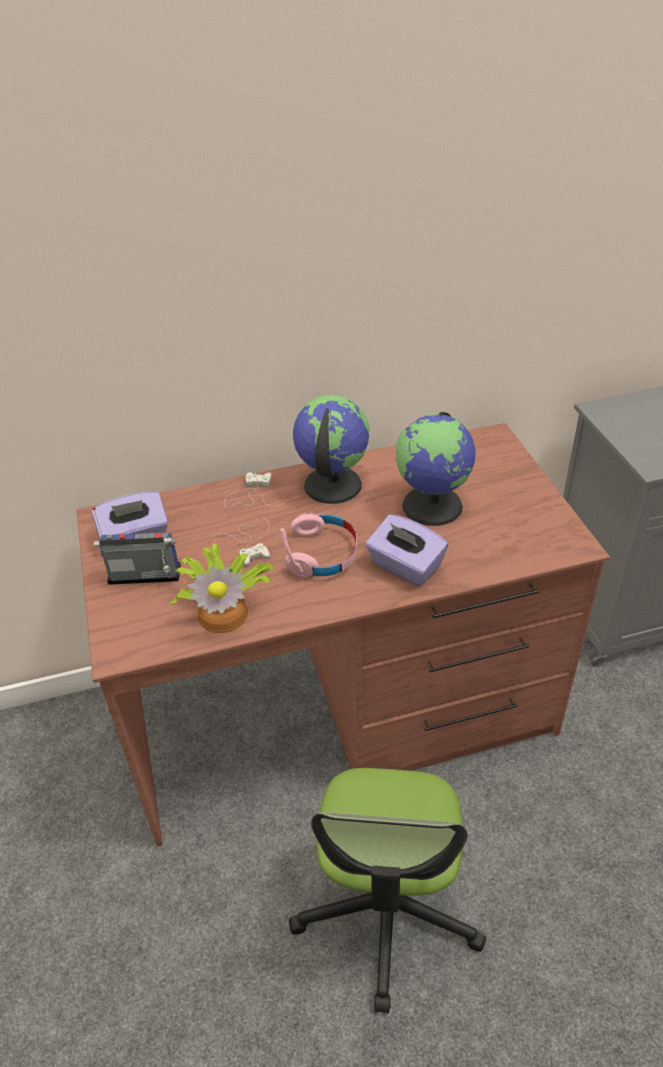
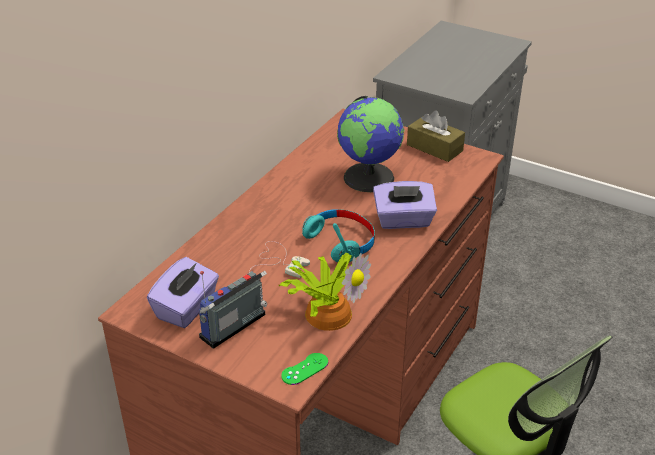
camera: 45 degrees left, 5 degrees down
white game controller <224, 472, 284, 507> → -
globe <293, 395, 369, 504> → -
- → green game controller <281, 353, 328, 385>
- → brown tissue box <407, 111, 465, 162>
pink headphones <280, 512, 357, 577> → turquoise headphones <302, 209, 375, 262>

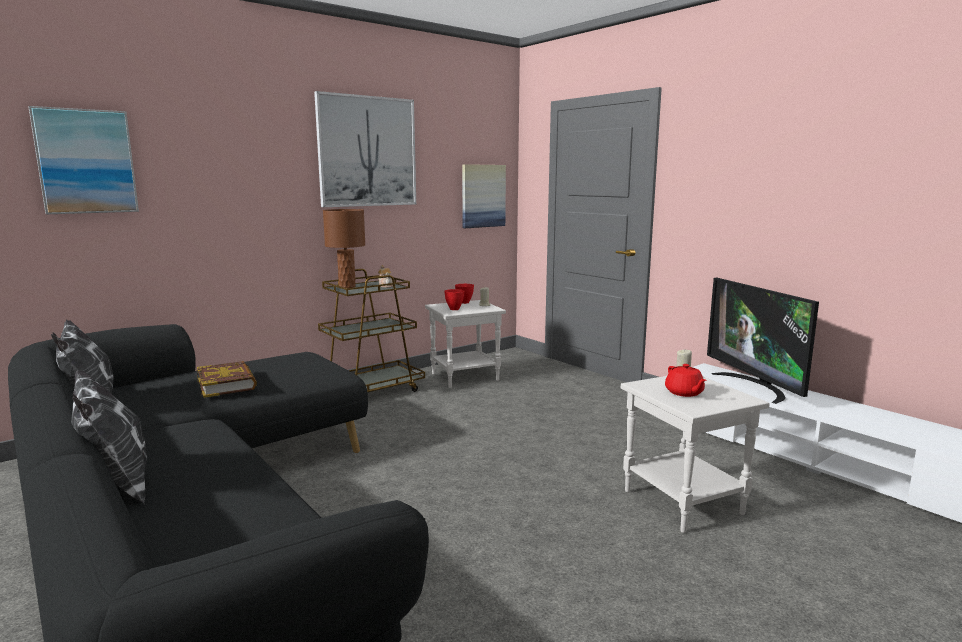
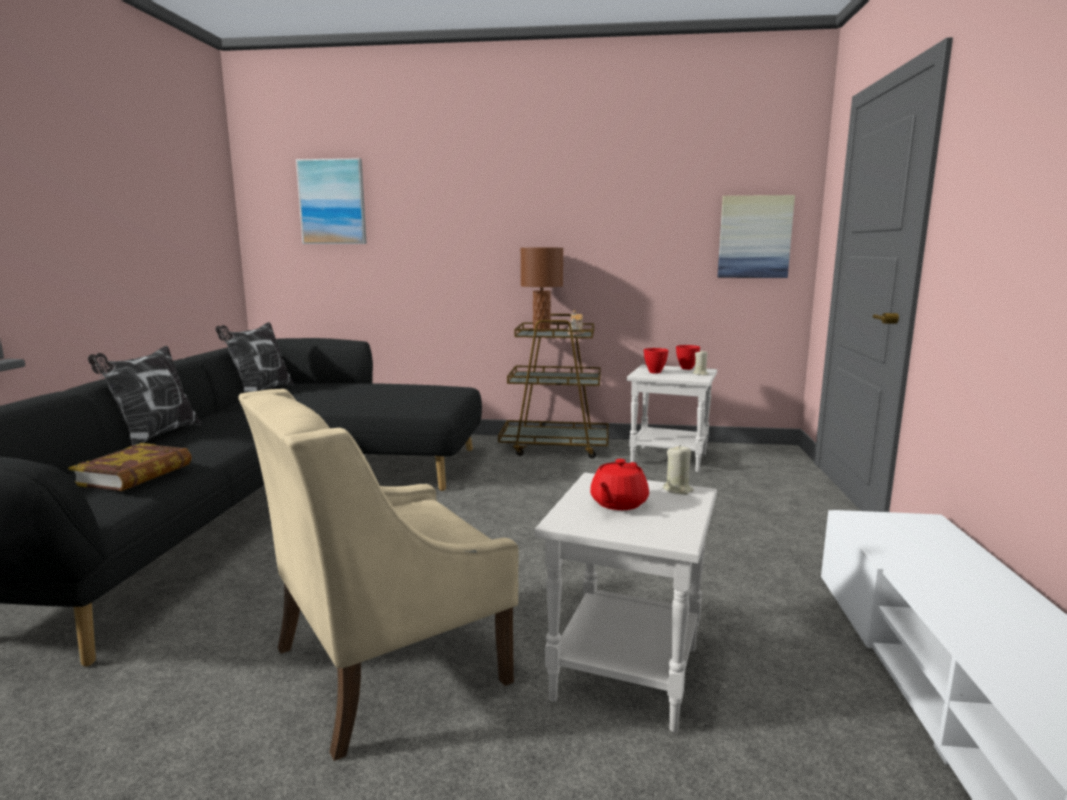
camera: 45 degrees right, 0 degrees up
picture <314, 91, 416, 207> → -
television <707, 278, 819, 404> → -
- → beige armchair <239, 389, 519, 761>
book <197, 361, 257, 398> → book <68, 443, 192, 491>, shifted

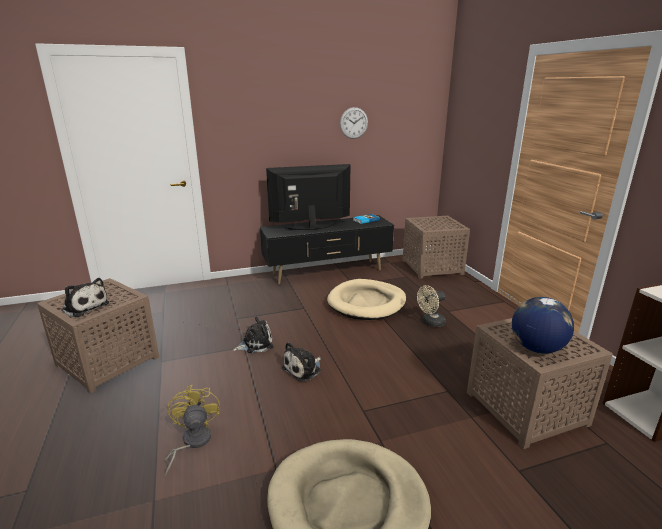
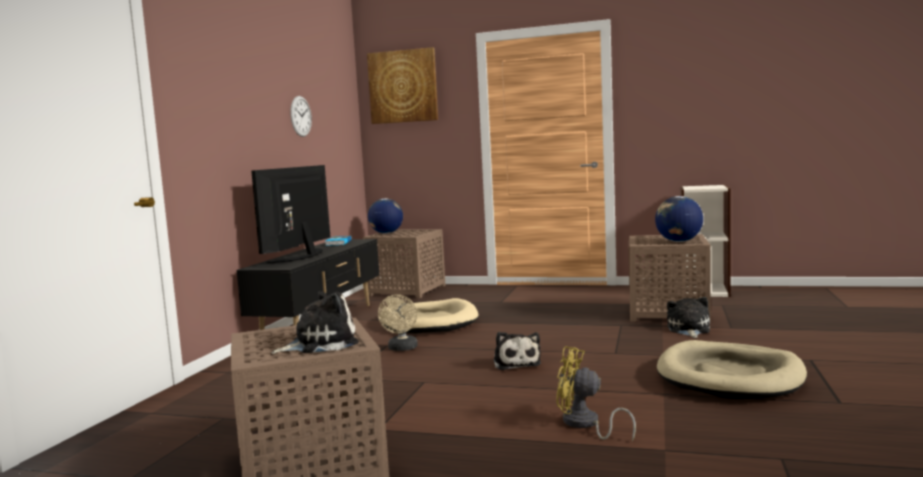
camera: 55 degrees left, 15 degrees down
- → picture <367, 47, 438, 124>
- → globe <368, 198, 403, 234>
plush toy <232, 317, 274, 353> → plush toy <667, 297, 710, 338>, shifted
beige fan <417, 285, 446, 327> → beige fan <378, 294, 418, 351>, shifted

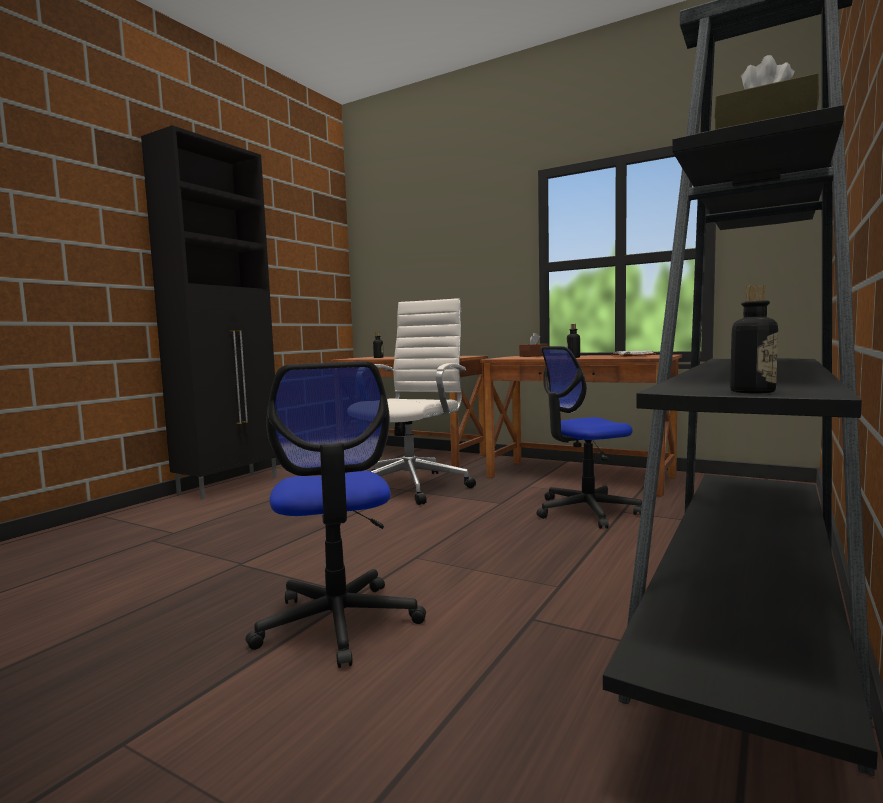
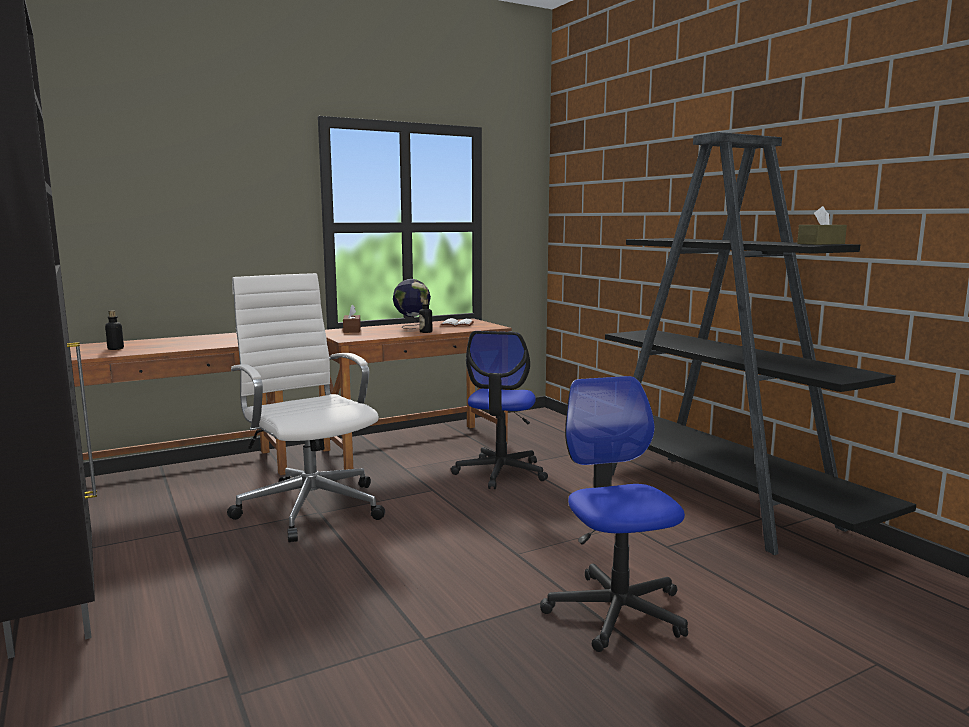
camera: 60 degrees left, 5 degrees up
bottle <730, 285, 778, 393> → -
- → globe <393, 279, 431, 329>
office chair <245, 361, 426, 668> → office chair <540, 376, 688, 652>, 120 degrees counterclockwise

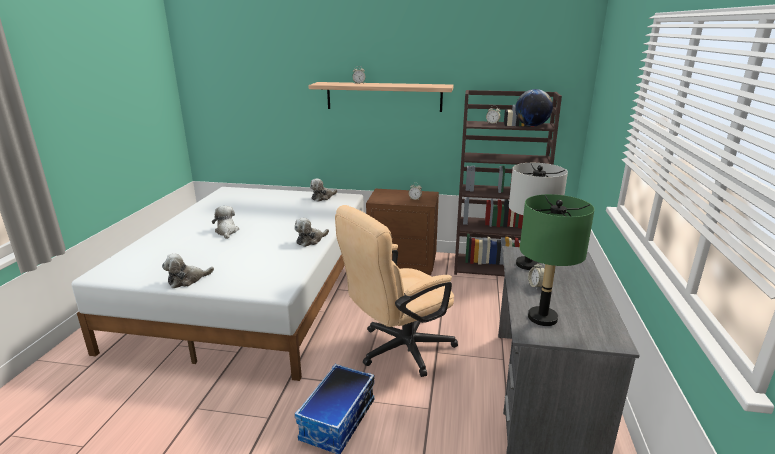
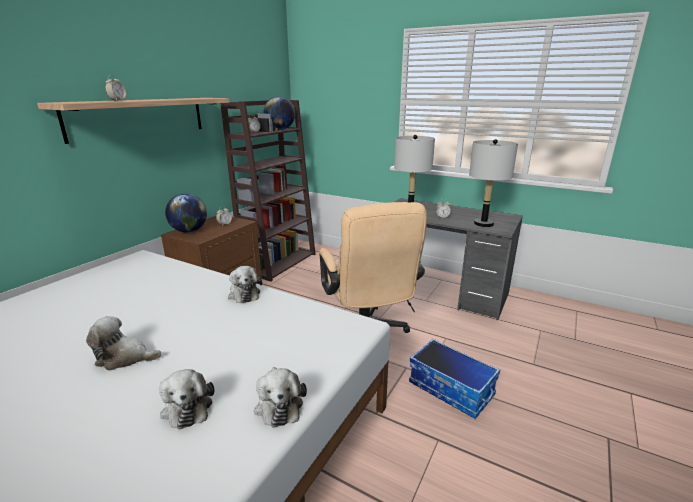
camera: 70 degrees left, 0 degrees up
- → globe <165, 193, 207, 233>
plush toy <310, 178, 337, 202> → plush toy <159, 369, 214, 429>, shifted
green table lamp <520, 194, 595, 326> → grey table lamp <469, 139, 518, 227>

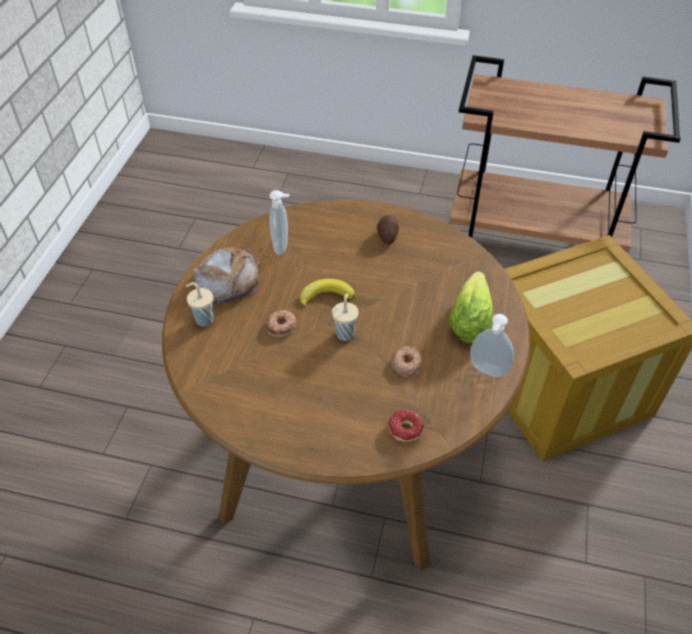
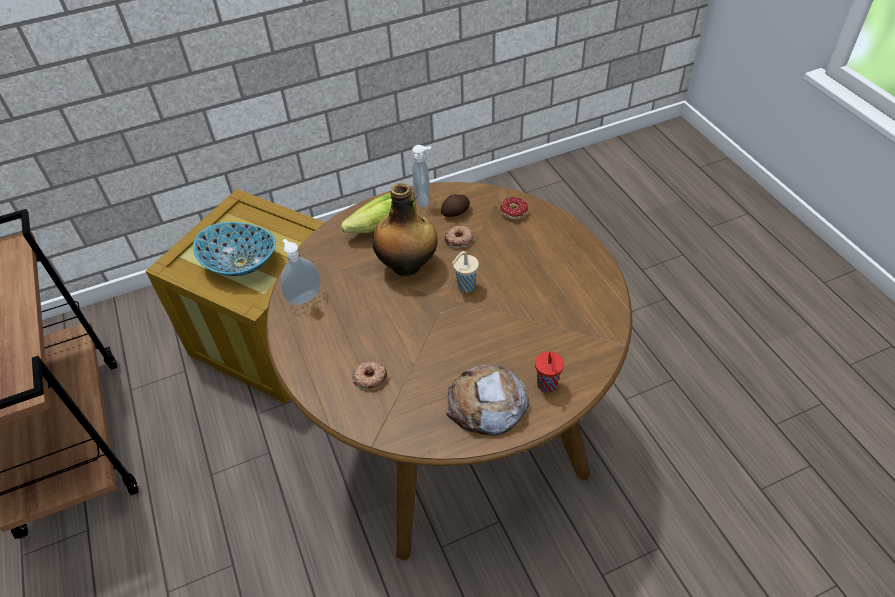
camera: 125 degrees left, 0 degrees up
banana <300, 279, 355, 307> → -
- → bowl <193, 222, 276, 276>
- → bottle <372, 183, 438, 276>
donut <266, 310, 297, 337> → donut <352, 361, 387, 390>, shifted
soap dispenser <270, 190, 289, 255> → soap dispenser <281, 239, 320, 306>, shifted
potato <377, 215, 399, 244> → potato <441, 194, 470, 217>, shifted
beige cup <186, 282, 214, 327> → red cup <535, 351, 564, 392>

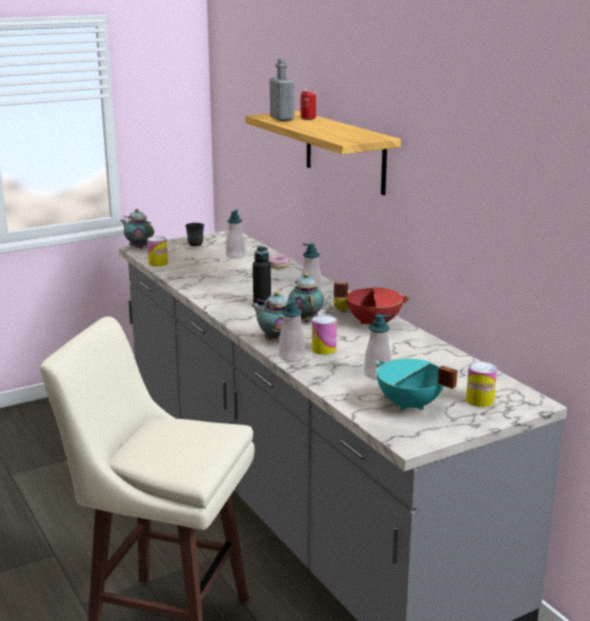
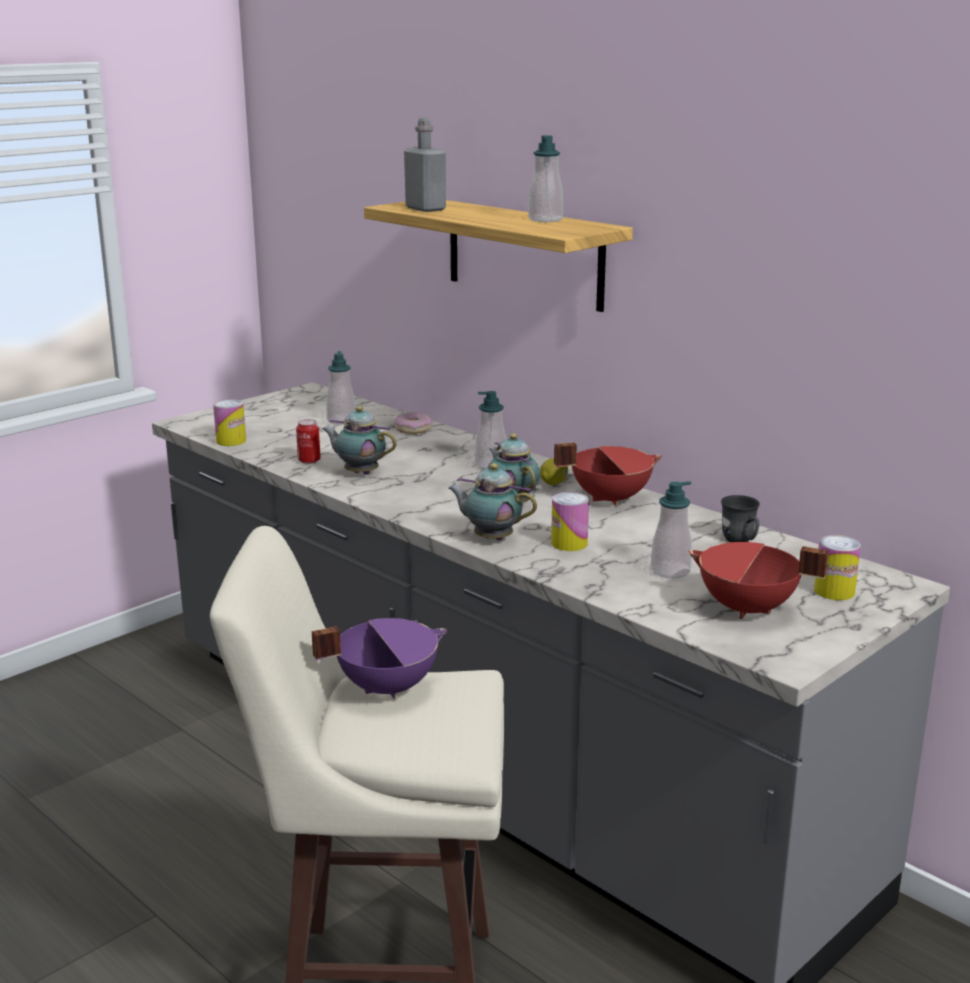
camera: 15 degrees left, 0 degrees up
black bottle <253, 246, 271, 307> → -
- → purple cooking pot <312, 618, 448, 700>
teapot <120, 209, 154, 249> → teapot <322, 406, 397, 475>, shifted
grey mug <185, 223, 204, 246> → grey mug <721, 495, 760, 542>, shifted
soap dispenser <279, 299, 305, 362> → soap dispenser <528, 135, 563, 222>, shifted
can <301, 90, 316, 120> → can <296, 419, 321, 464>, shifted
turquoise cooking pot <375, 359, 458, 411> → red cooking pot <688, 542, 829, 619>

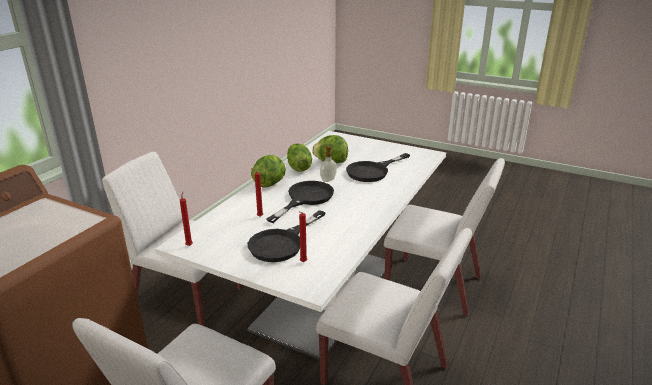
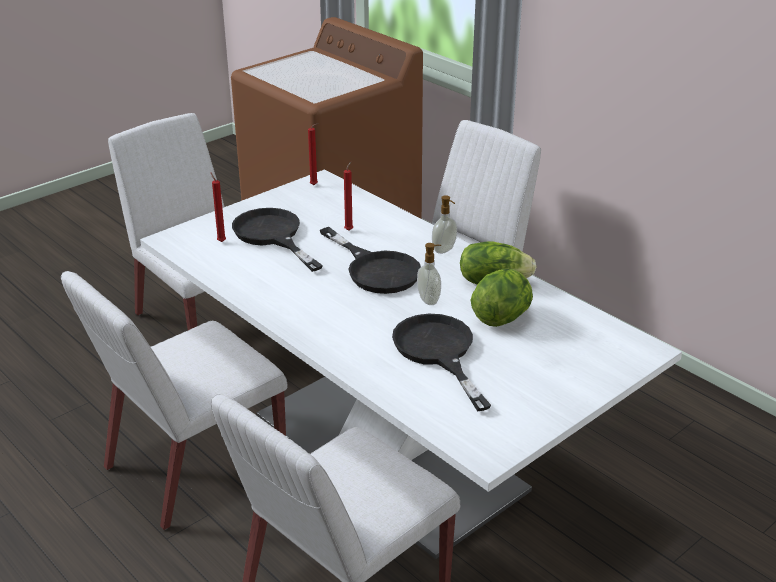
camera: 110 degrees right, 5 degrees up
lettuce <251, 155, 286, 188> → soap dispenser <432, 195, 457, 254>

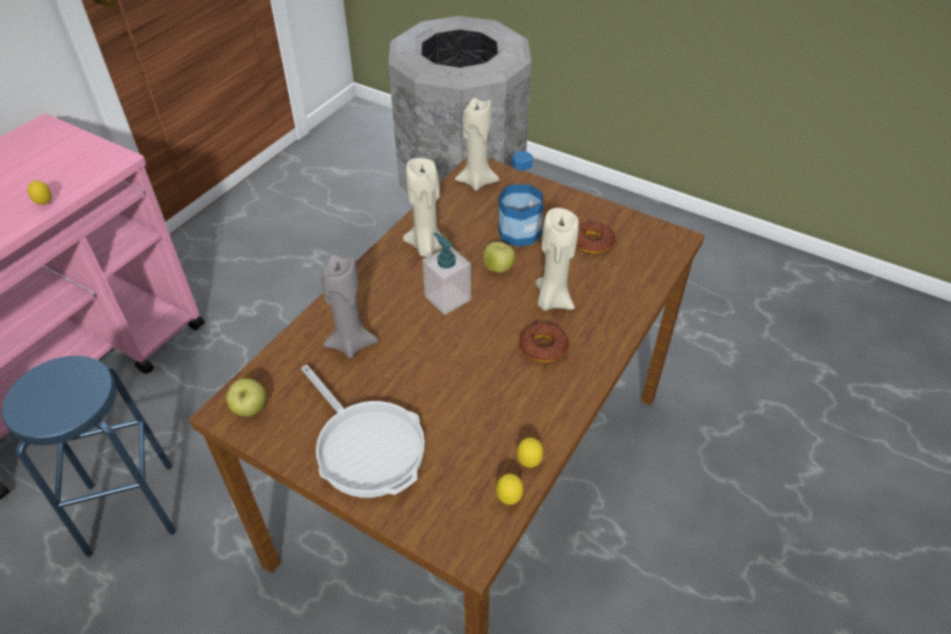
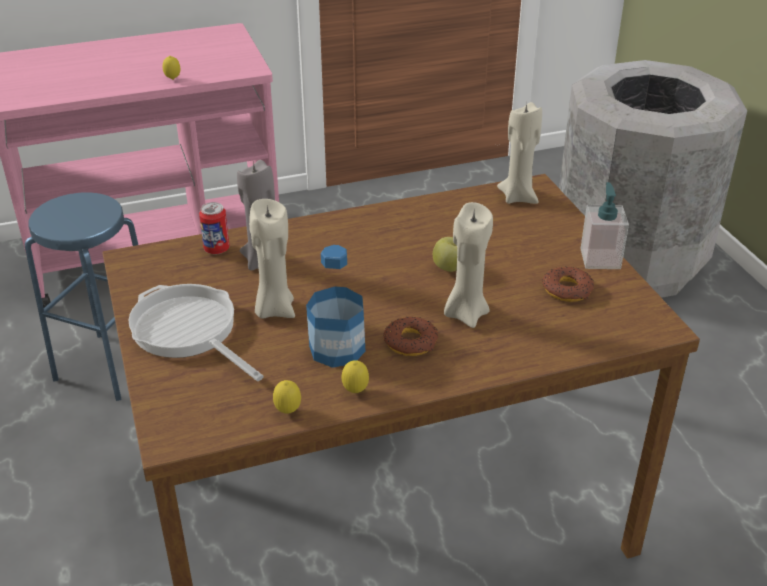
camera: 40 degrees right, 10 degrees down
apple <226, 378, 266, 417> → -
- → can <199, 202, 230, 254>
beige candle <403, 158, 446, 257> → beige candle <249, 199, 295, 319>, shifted
soap dispenser <422, 233, 471, 315> → soap dispenser <580, 182, 629, 269>, shifted
lemon <496, 474, 524, 505> → lemon <342, 360, 369, 393>, shifted
bottle <498, 151, 543, 247> → bottle <306, 245, 365, 368>, shifted
frying pan <301, 365, 425, 498> → frying pan <129, 284, 264, 381>, 135 degrees clockwise

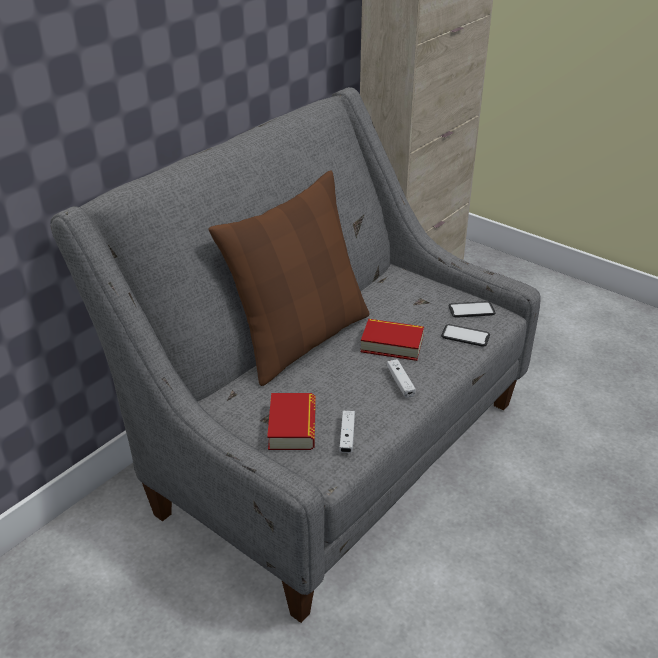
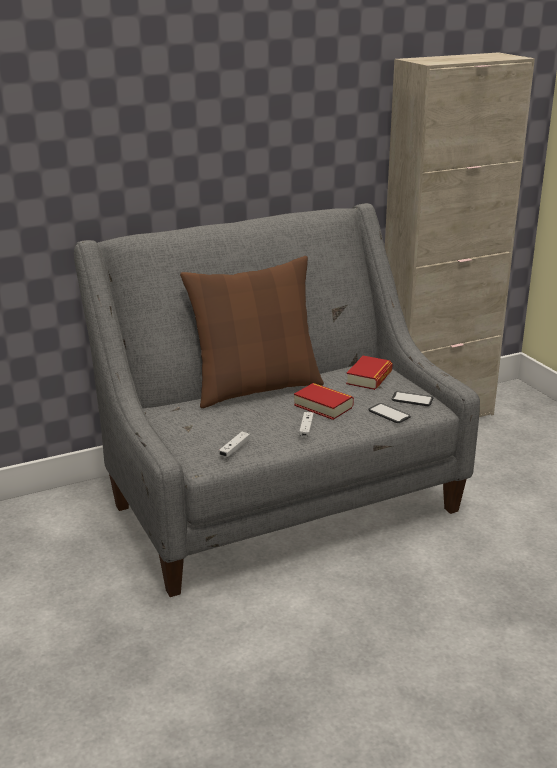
camera: 25 degrees right, 10 degrees down
book <267, 393, 316, 450> → book <346, 356, 393, 390>, shifted

